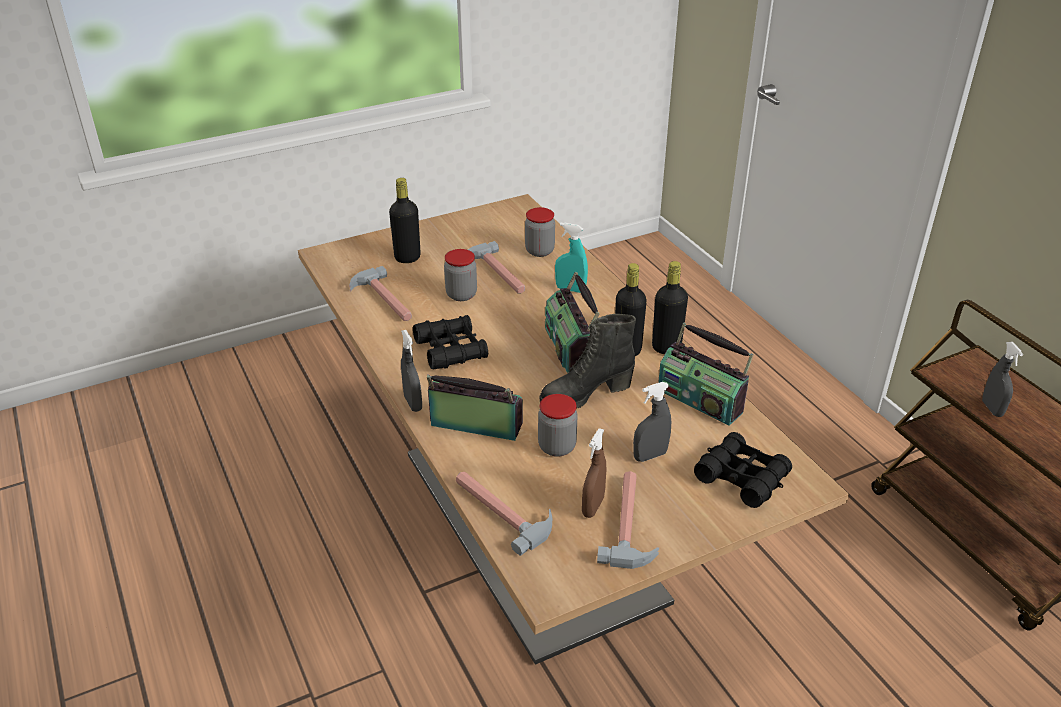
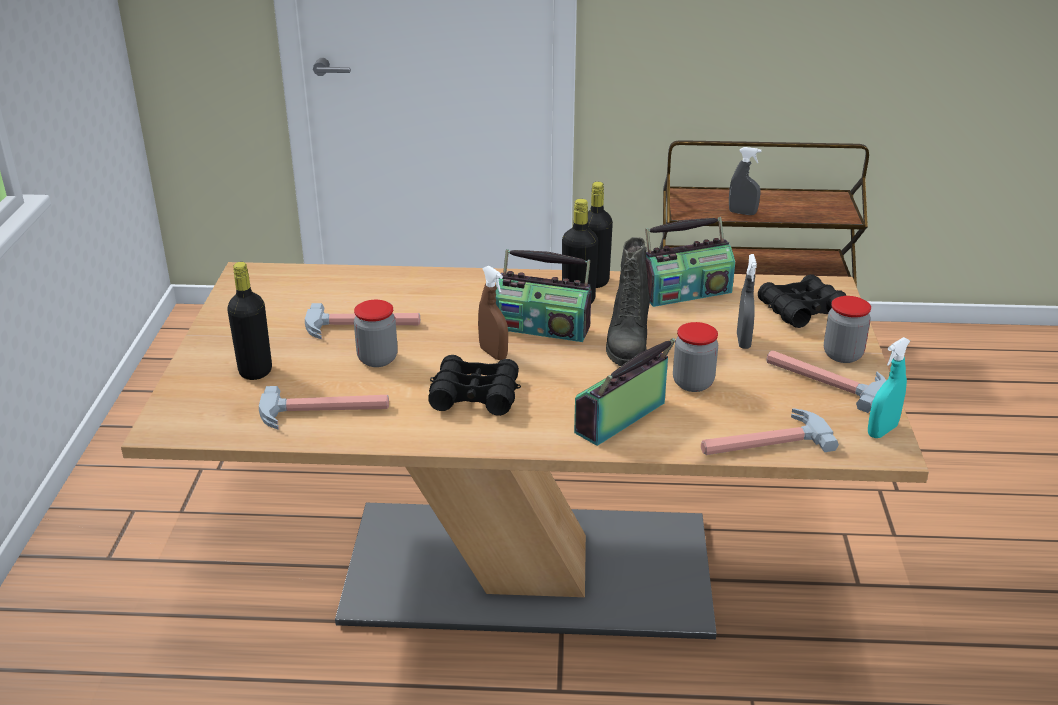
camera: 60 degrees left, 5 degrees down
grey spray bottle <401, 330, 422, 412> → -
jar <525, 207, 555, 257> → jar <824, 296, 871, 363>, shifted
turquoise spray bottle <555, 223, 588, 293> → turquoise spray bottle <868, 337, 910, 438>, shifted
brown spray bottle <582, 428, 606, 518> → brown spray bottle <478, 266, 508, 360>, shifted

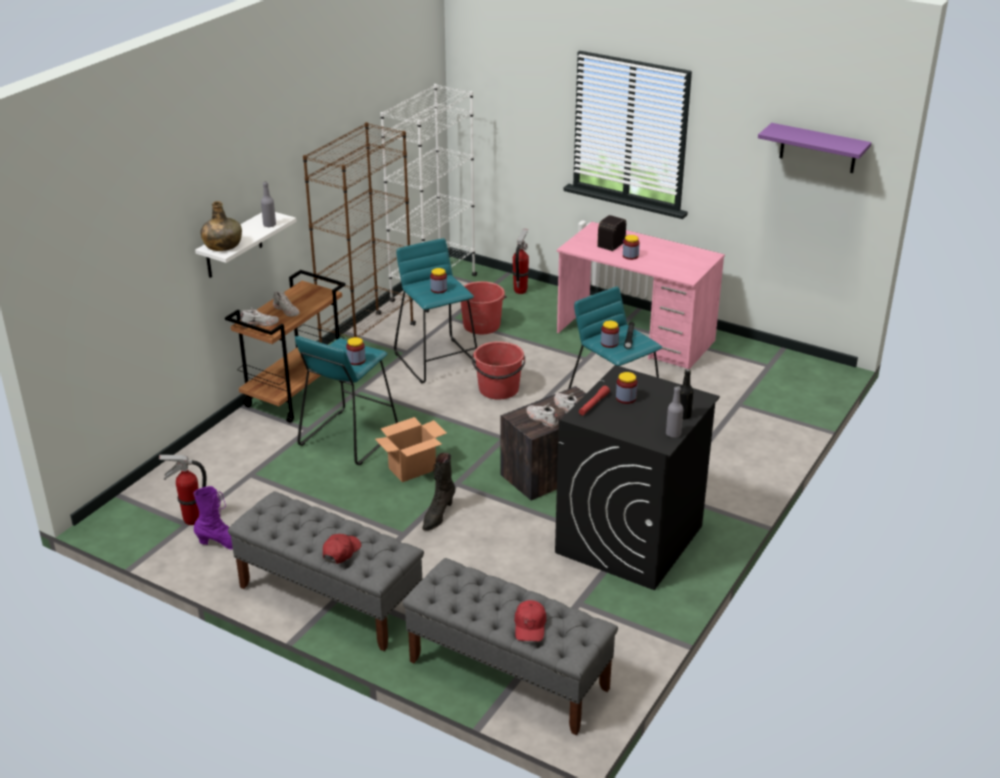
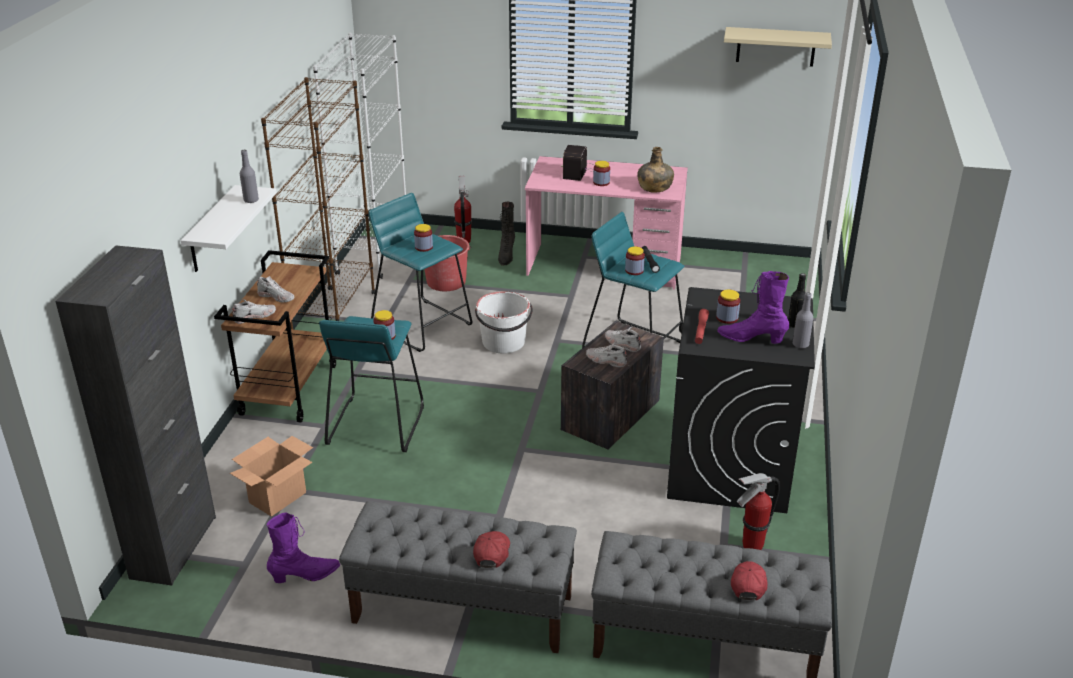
camera: 20 degrees left, 0 degrees up
- → black cabinet <55, 245, 216, 586>
- → purple boot <717, 271, 789, 344>
fire extinguisher <159, 454, 207, 525> → fire extinguisher <737, 473, 780, 550>, shifted
green bottle <201, 201, 242, 251> → green bottle <638, 147, 674, 193>, shifted
cardboard box <375, 417, 447, 482> → cardboard box <230, 436, 313, 517>, shifted
black boot <422, 453, 455, 531> → black boot <498, 202, 515, 266>, shifted
red bucket <472, 341, 525, 399> → white bucket <475, 291, 533, 354>
purple shelf <758, 123, 871, 173> → beige shelf <724, 27, 832, 67>
red cap <514, 600, 546, 642> → red cap <731, 561, 768, 600>, 150 degrees counterclockwise

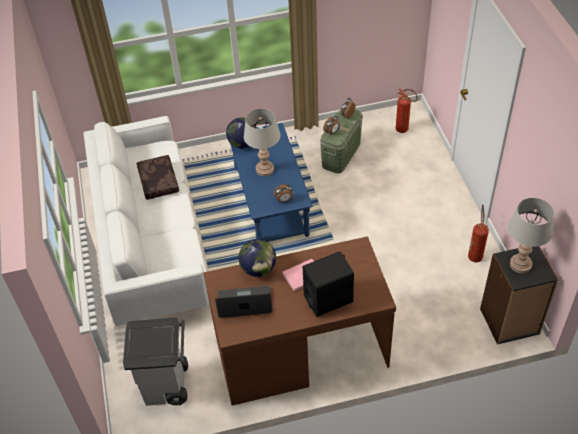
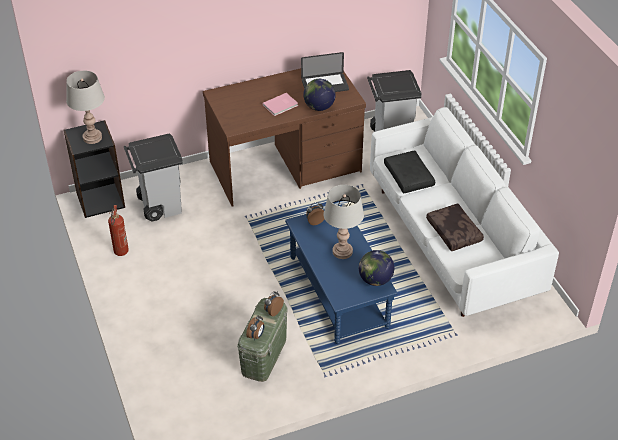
camera: 170 degrees right, 5 degrees down
black speaker <302, 251, 354, 317> → -
fire extinguisher <396, 88, 418, 133> → -
- → grey trash can <124, 133, 183, 222>
- → black pillow <384, 151, 435, 193>

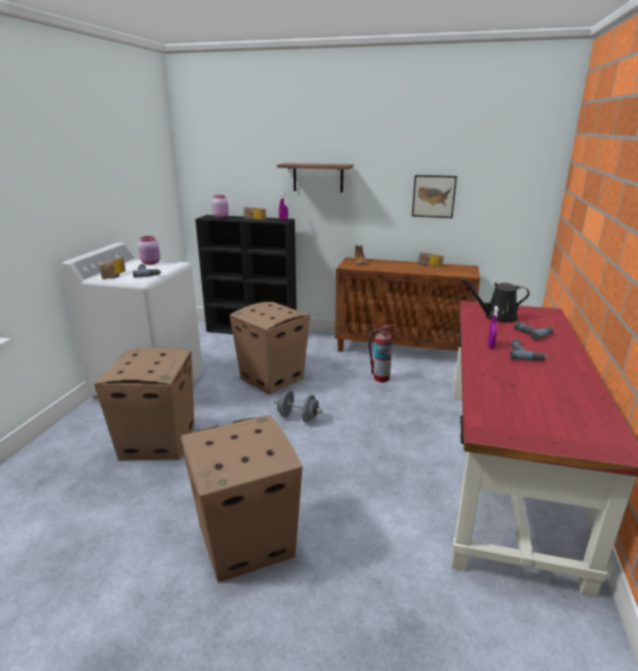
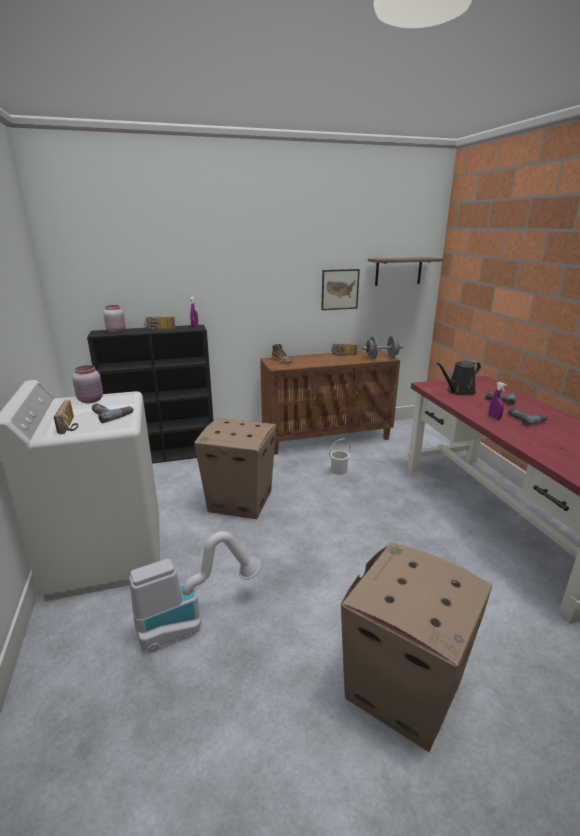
camera: 30 degrees left, 0 degrees up
grey dumbbell <274, 390, 323, 423> → grey dumbbell <362, 336, 403, 359>, shifted
shelf <277, 163, 353, 192> → shelf <368, 257, 443, 286>, shifted
cardboard box <94, 347, 194, 460> → vacuum cleaner <129, 531, 261, 653>
fire extinguisher <368, 324, 399, 382> → white bucket <329, 439, 351, 475>

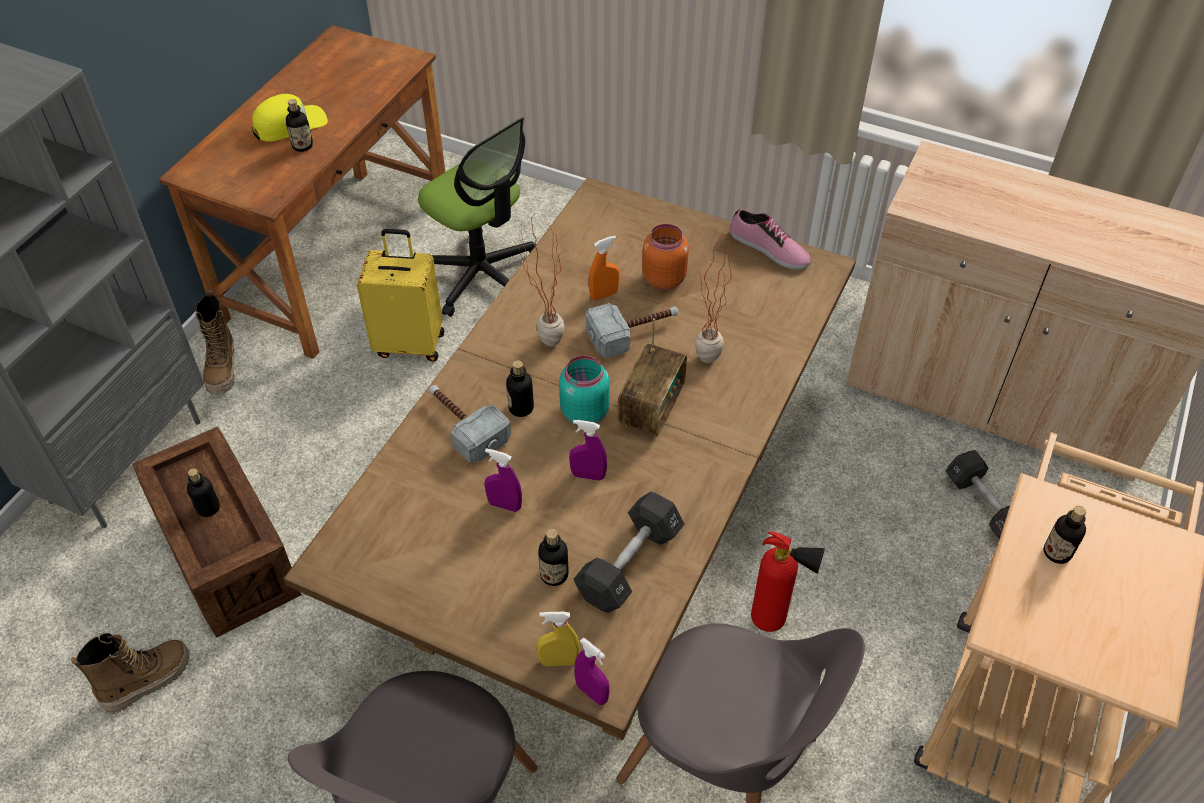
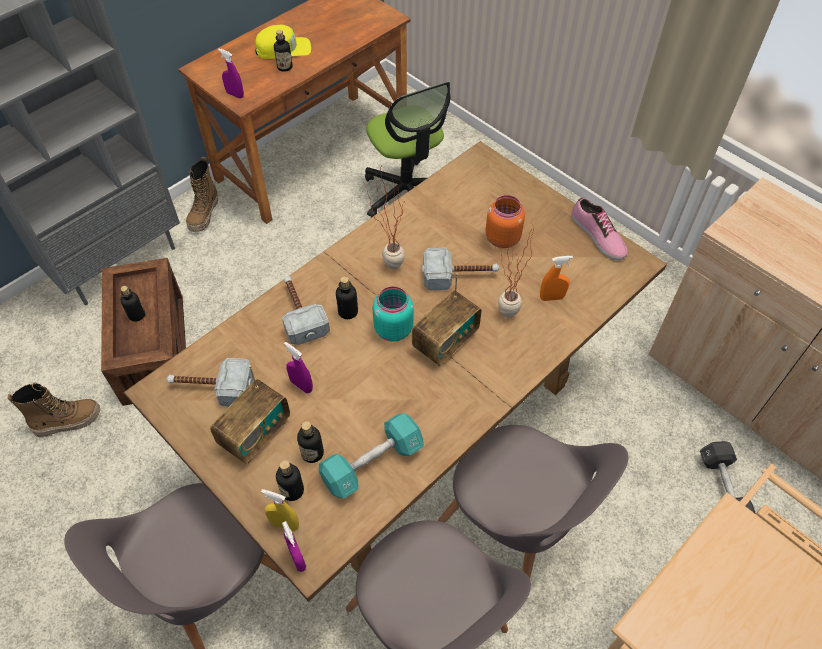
camera: 20 degrees right, 5 degrees up
yellow suitcase <357, 229, 444, 362> → -
- → hammer <166, 358, 254, 407>
- → radio <210, 365, 290, 464>
purple spray bottle <569, 420, 607, 481> → purple spray bottle <218, 48, 244, 99>, shifted
orange spray bottle <589, 236, 619, 300> → orange spray bottle <540, 256, 573, 301>, shifted
bottle <1044, 506, 1086, 564> → bottle <276, 460, 304, 501>, shifted
fire extinguisher <751, 531, 825, 632> → grey chair <437, 425, 629, 578>
black dumbbell <574, 491, 684, 613> → turquoise dumbbell <319, 413, 424, 499>

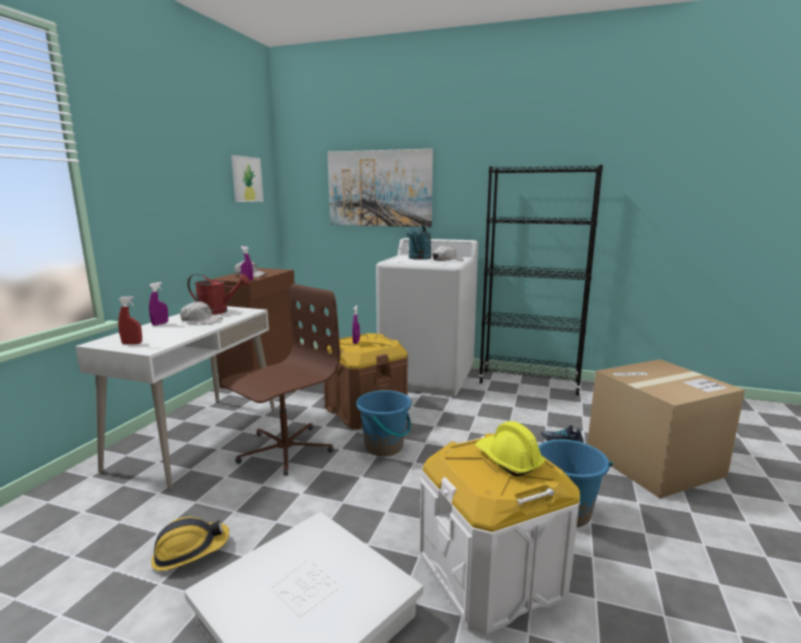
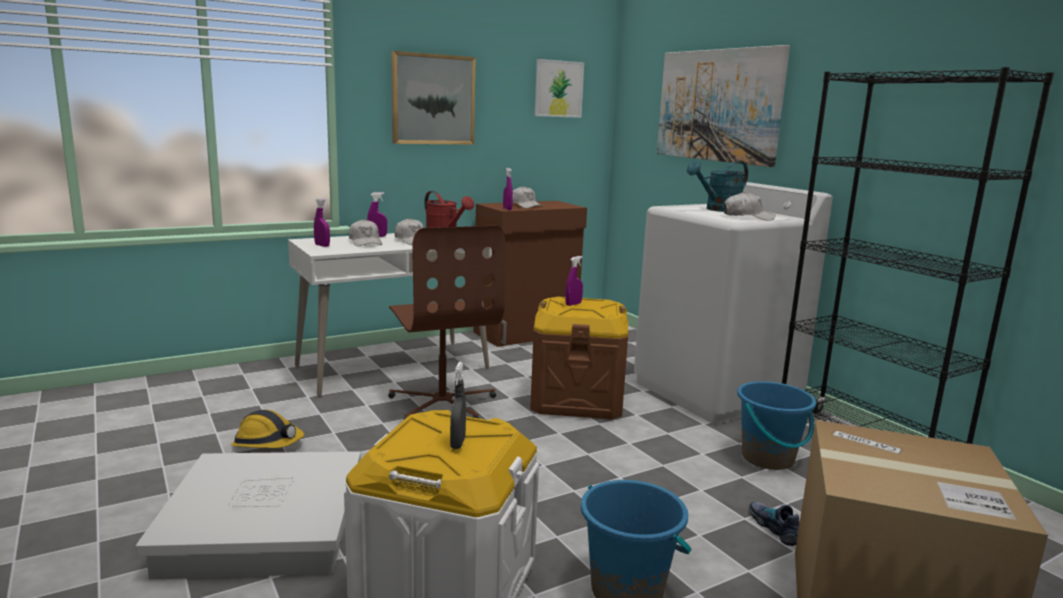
camera: 40 degrees right, 0 degrees up
- → white cap <349, 219, 382, 246>
- → picture <391, 51, 476, 145>
blue bucket <356, 390, 412, 457> → blue bucket <737, 381, 816, 470>, shifted
yellow hard hat <475, 421, 545, 476> → grey spray bottle <450, 362, 466, 449>
red spray bottle <118, 296, 142, 344> → purple spray bottle <314, 198, 330, 247>
brown office chair <221, 284, 340, 476> → brown office chair <388, 225, 505, 420>, 75 degrees clockwise

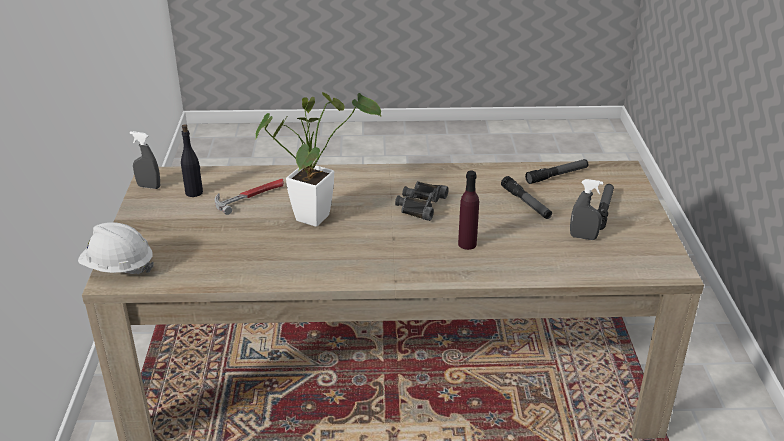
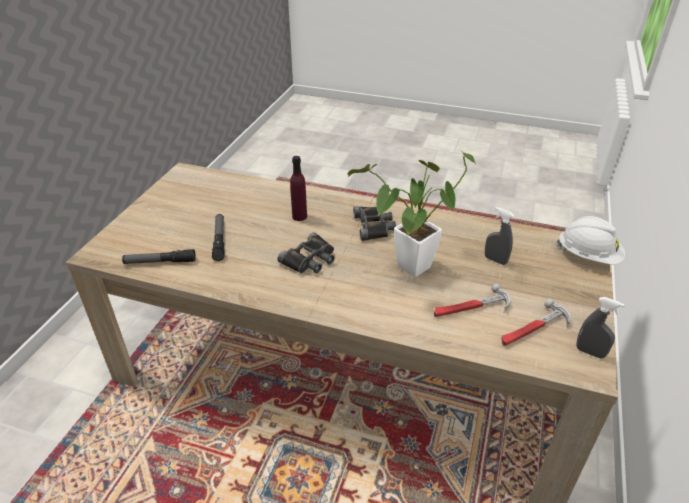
camera: 160 degrees left, 5 degrees up
flashlight <597, 184, 614, 230> → -
- → black binoculars <353, 206, 396, 241>
grey spray bottle <570, 179, 603, 240> → grey spray bottle <485, 207, 514, 265>, shifted
black bottle <181, 124, 203, 197> → hammer <501, 299, 571, 346>

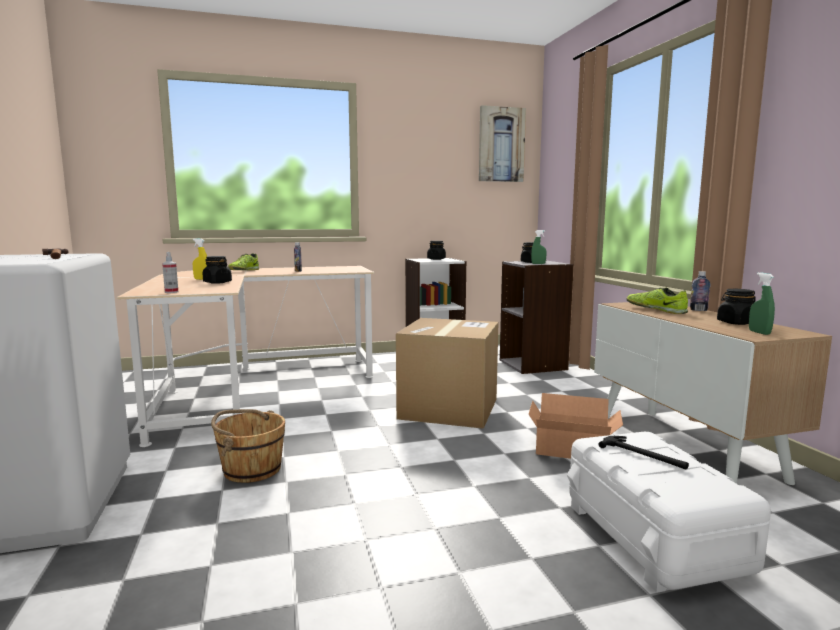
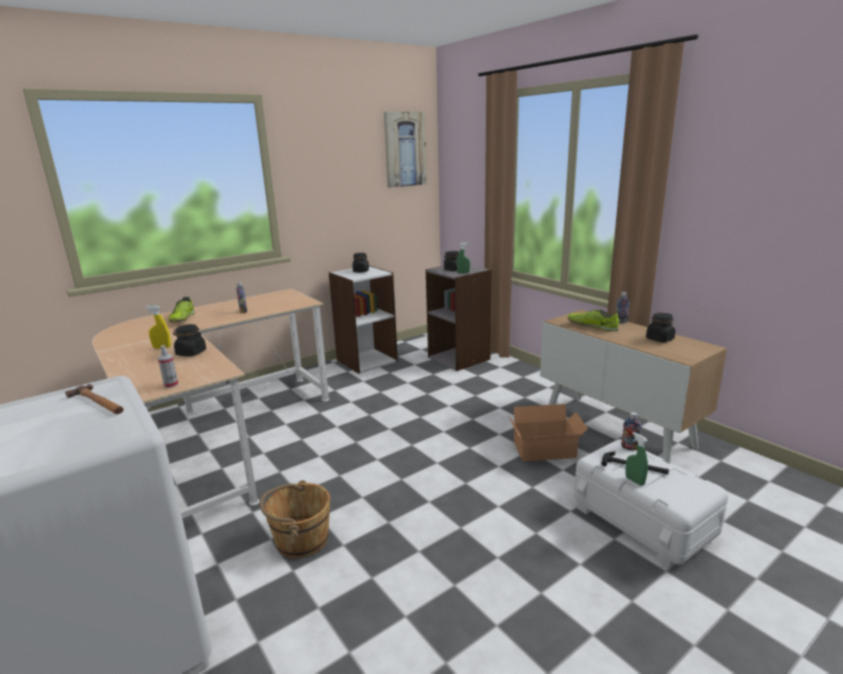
camera: 20 degrees left, 10 degrees up
cardboard box <396, 318, 499, 429> → -
- → bottle <621, 412, 641, 450>
green spray bottle <749, 273, 775, 335> → green spray bottle <625, 432, 648, 486>, shifted

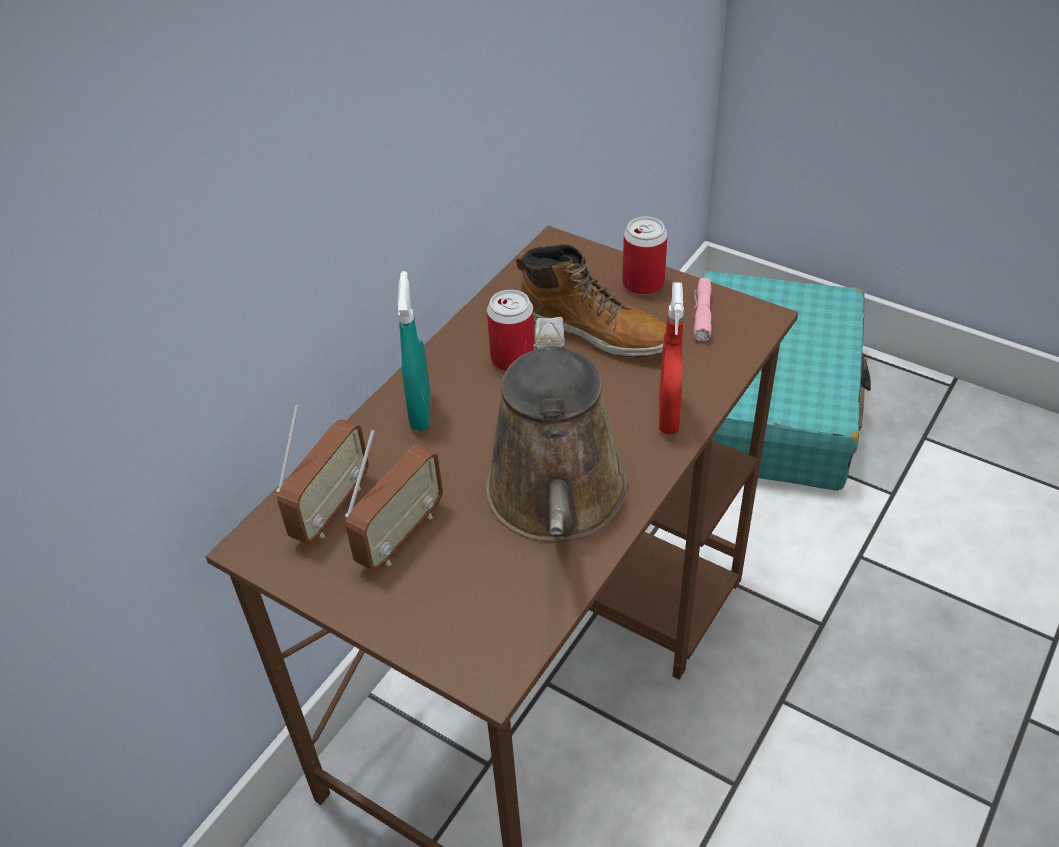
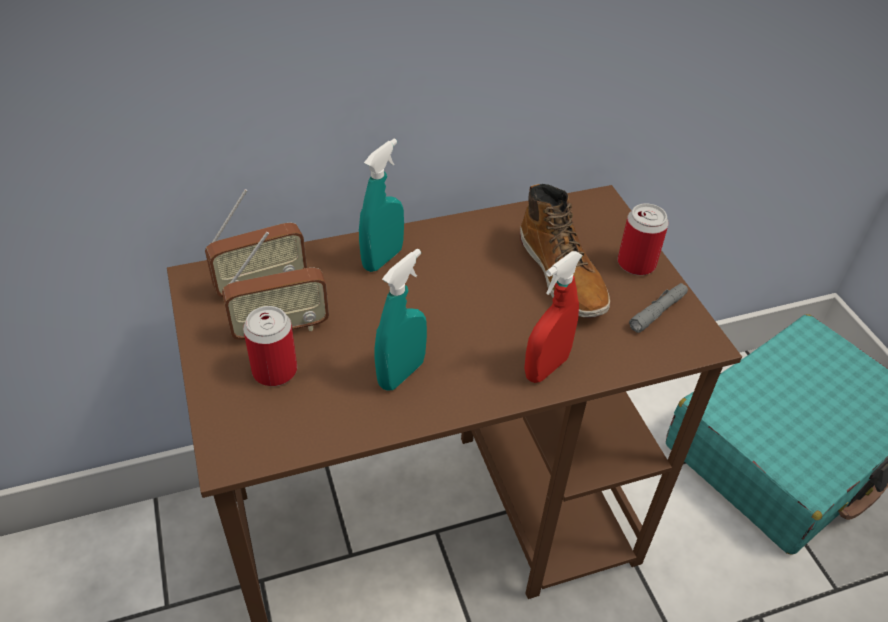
camera: 35 degrees right, 0 degrees up
can <487, 290, 535, 371> → can <243, 306, 297, 386>, shifted
brown watering can <486, 317, 628, 542> → turquoise spray bottle <375, 249, 427, 391>
pink flashlight <694, 278, 712, 342> → grey flashlight <629, 283, 688, 333>

